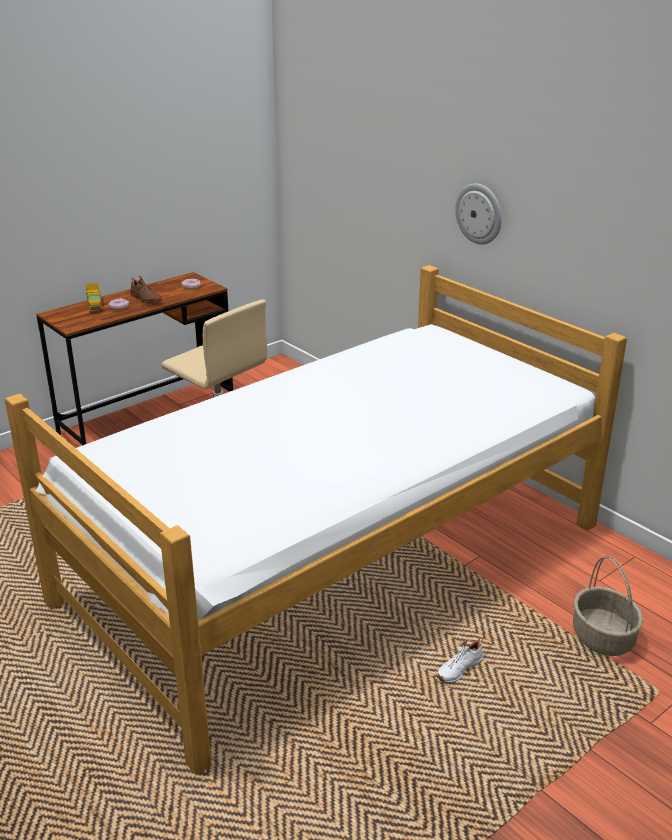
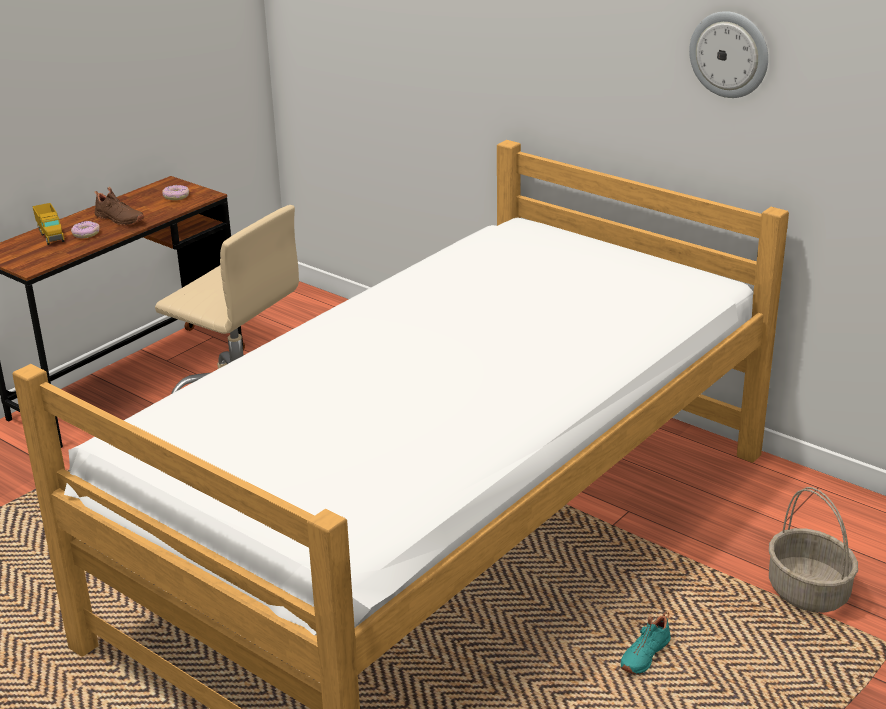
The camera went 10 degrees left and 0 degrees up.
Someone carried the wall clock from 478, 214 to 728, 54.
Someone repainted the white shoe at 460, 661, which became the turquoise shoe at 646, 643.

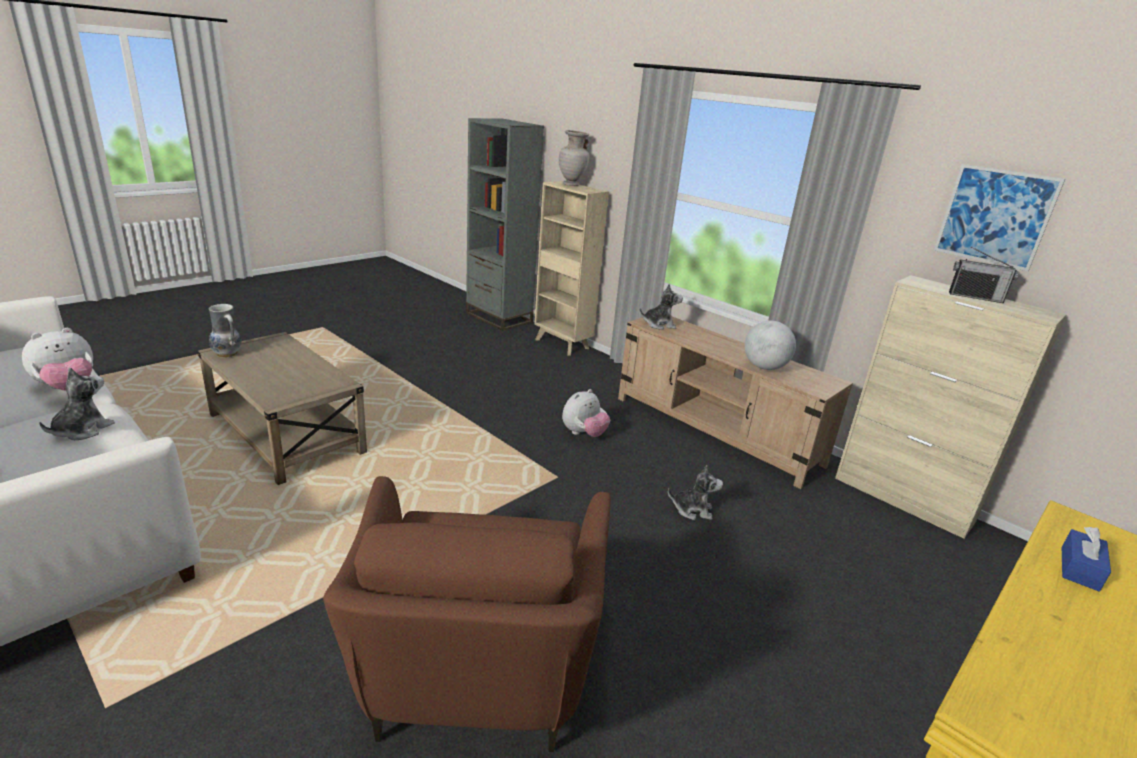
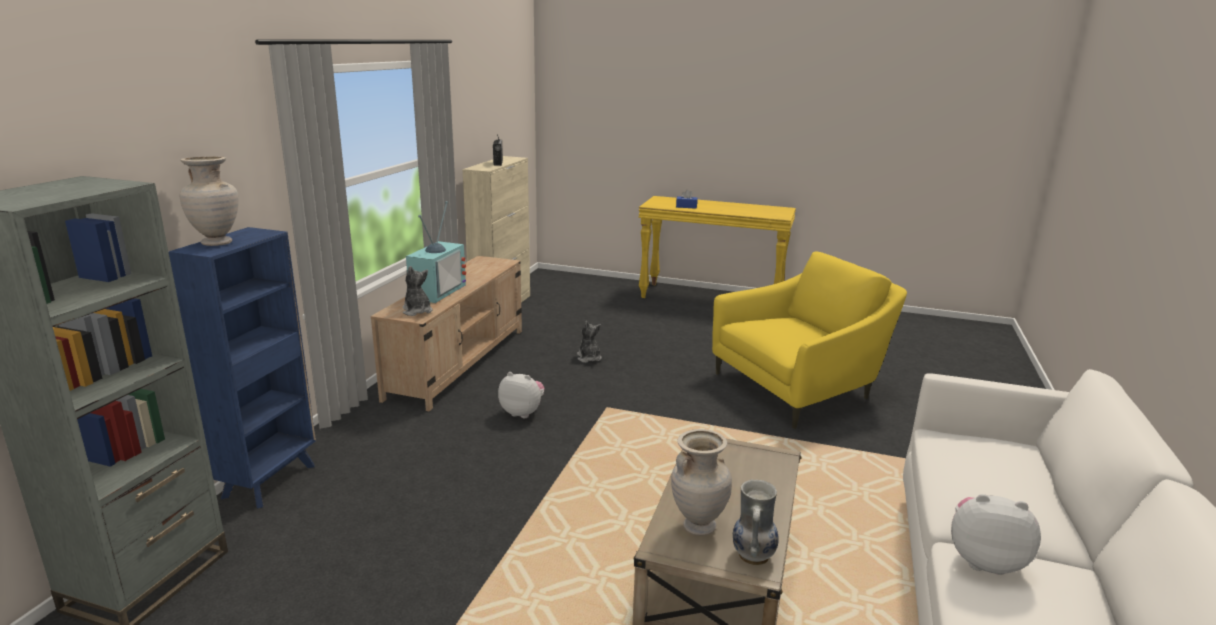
The camera went 115 degrees left and 5 degrees down.
Someone took away the plush toy at 77, 403.
Someone took away the globe at 770, 345.
Someone took away the picture at 999, 217.
Someone put down the television at 436, 252.
Someone put down the beige vase at 701, 482.
Someone repainted the brown armchair at 467, 614, which became the yellow armchair at 809, 340.
Someone repainted the beige bookcase at 572, 268, which became the blue bookcase at 242, 368.

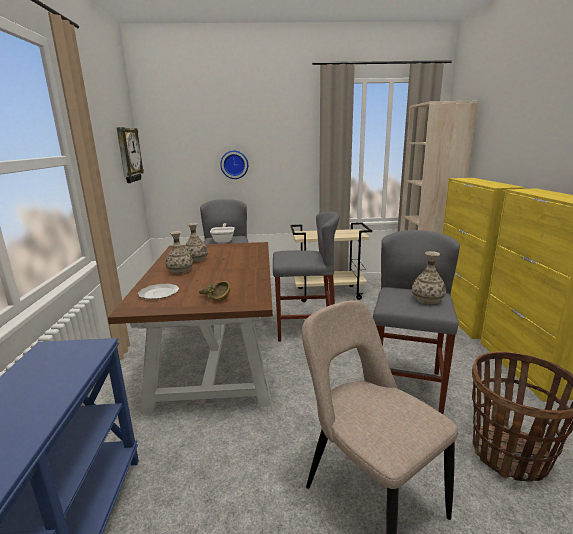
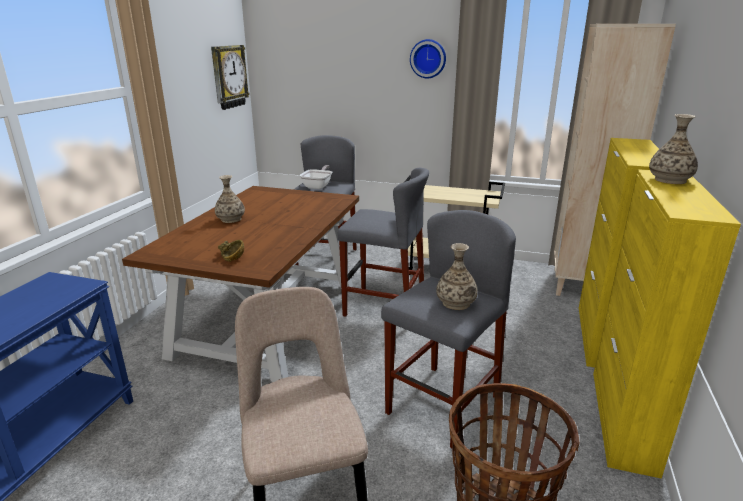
The camera went 20 degrees right and 5 degrees up.
Someone took away the plate at 158, 291.
Someone carried the vase from 196, 243 to 673, 149.
Someone carried the wall clock from 234, 165 to 428, 58.

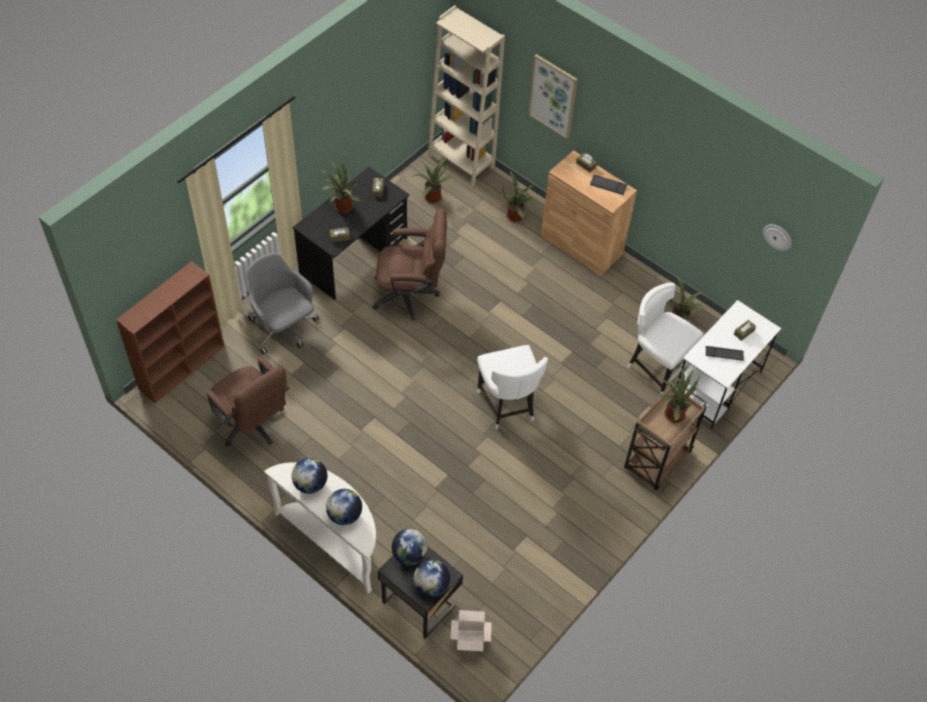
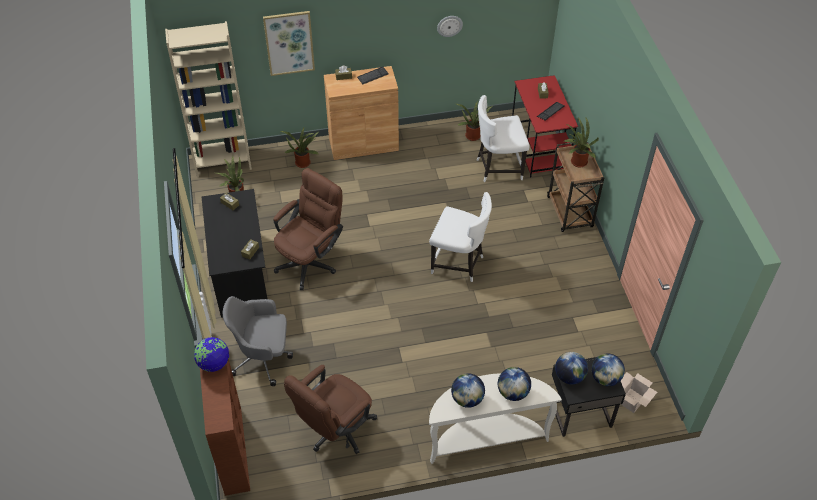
The camera went 50 degrees left and 5 degrees down.
Someone took away the potted plant at 340, 186.
Someone put down the globe at 211, 354.
Someone carried the wall clock from 777, 237 to 450, 26.
Someone repainted the white desk at 729, 364, which became the red desk at 545, 126.
Someone rotated the brown office chair at 247, 401 by 135 degrees clockwise.

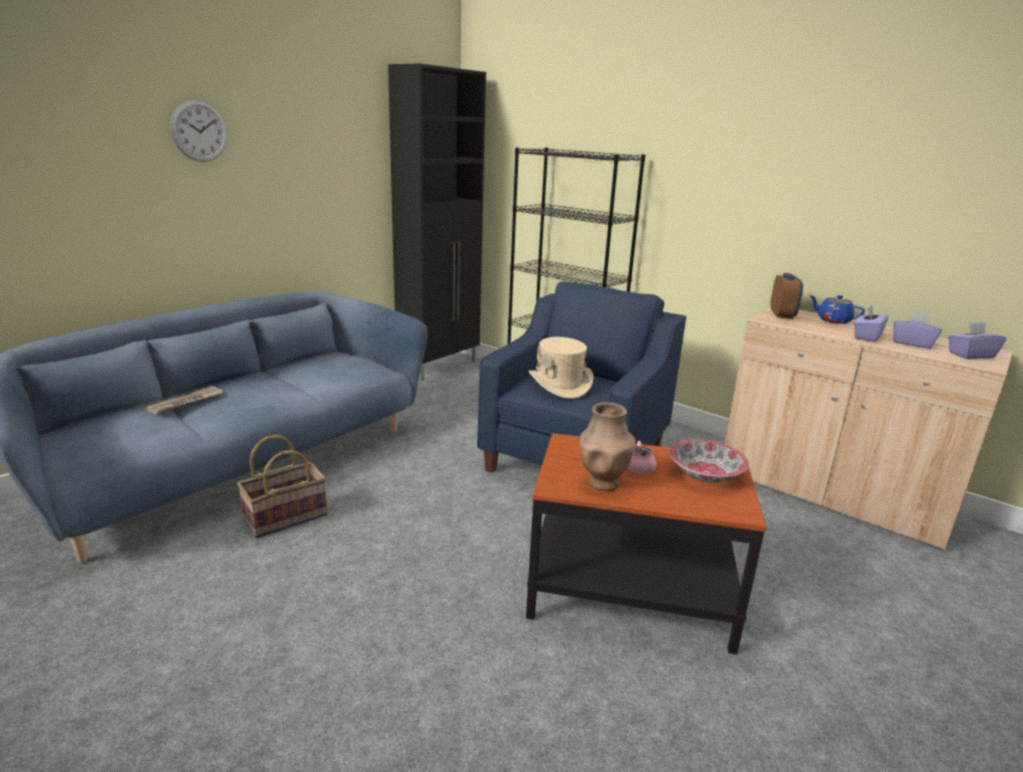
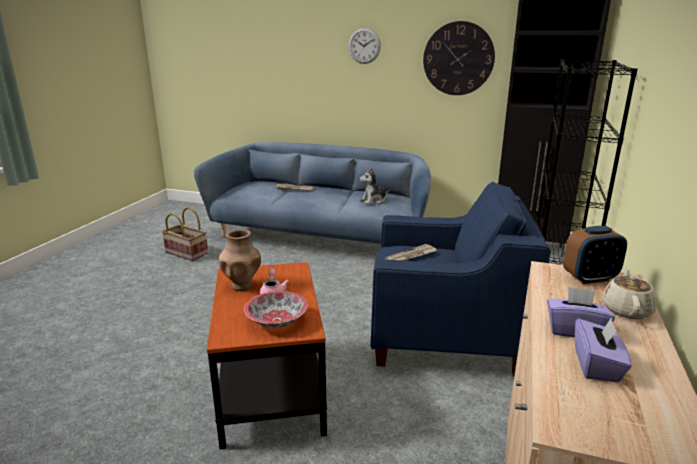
The camera went 70 degrees right and 0 degrees up.
Someone took away the purple tissue box at 977, 340.
Someone put down the plush toy at 374, 186.
Someone put up the wall clock at 459, 58.
Someone carried the basket from 282, 486 to 185, 234.
Someone swapped the beige hat at 561, 368 for the newspaper at 411, 252.
Someone repainted the blue teapot at 837, 309, which became the beige teapot at 629, 293.

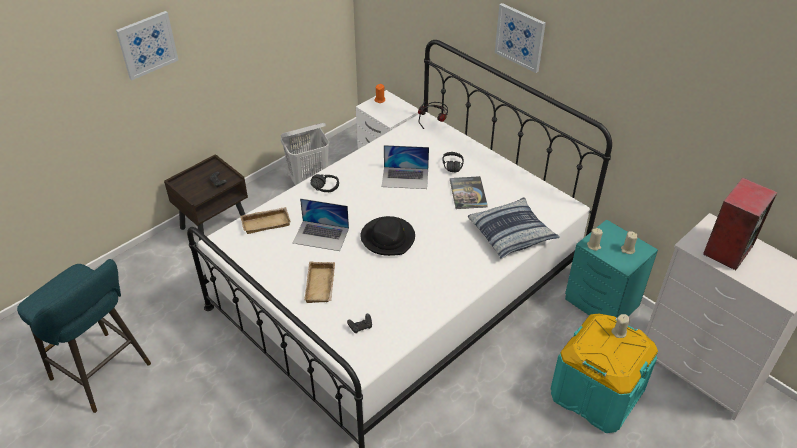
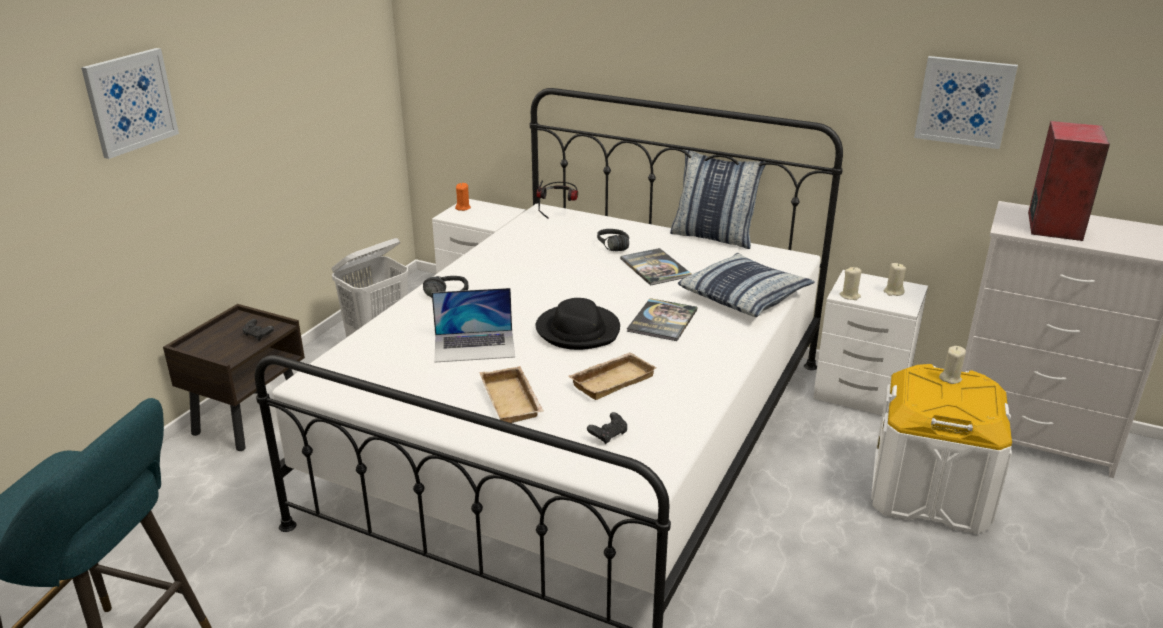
The camera went 20 degrees left and 15 degrees down.
Someone took away the laptop at 405, 167.
Someone put down the book at 662, 319.
Someone put down the pillow at 718, 199.
Someone carried the beige tray from 265, 220 to 612, 376.
Someone carried the picture from 520, 38 to 966, 102.
Someone repainted the turquoise storage box at 604, 373, which became the white storage box at 941, 449.
Someone repainted the turquoise nightstand at 611, 268, which became the white nightstand at 870, 342.

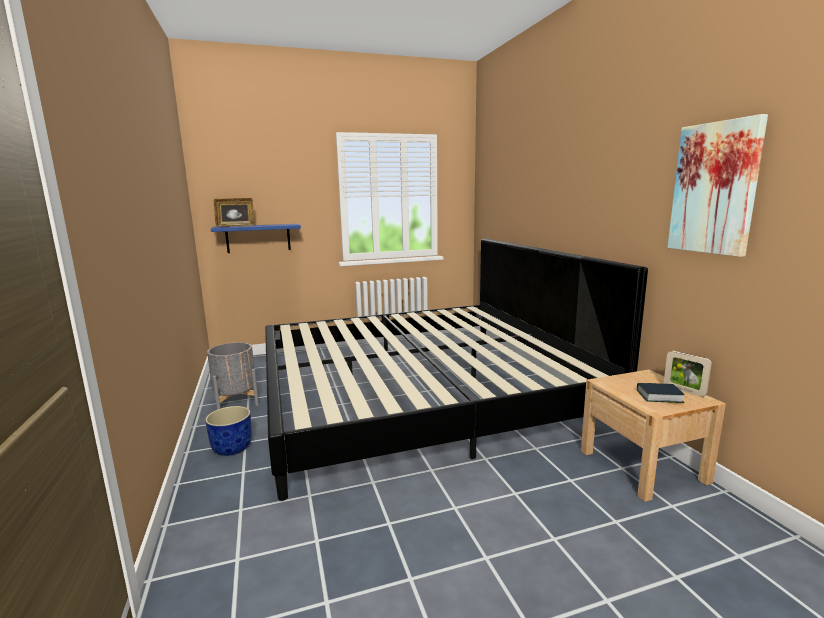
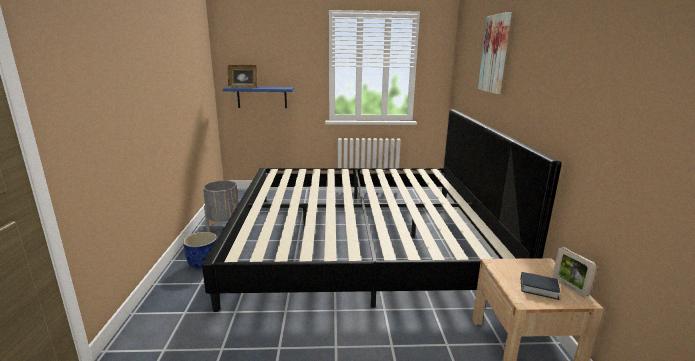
The camera went 15 degrees right and 5 degrees up.
Someone carried the picture from 717, 185 to 495, 53.

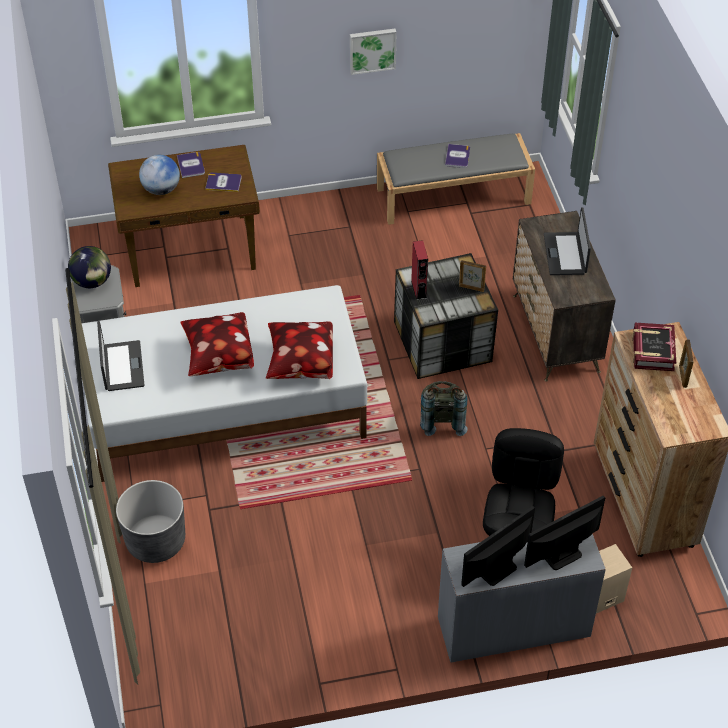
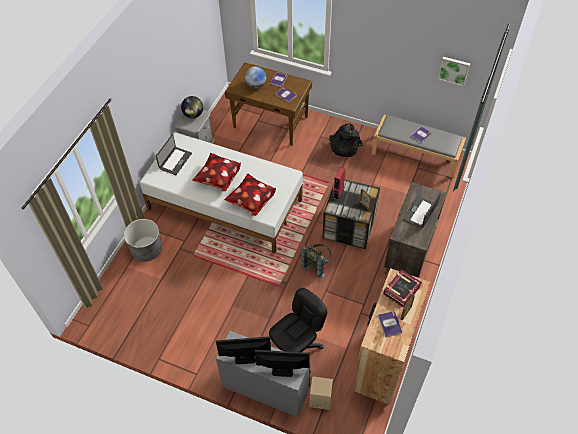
The camera went 35 degrees right and 5 degrees up.
Someone put down the black backpack at 345, 140.
Someone put down the book at 390, 324.
Someone carried the picture from 373, 52 to 454, 71.

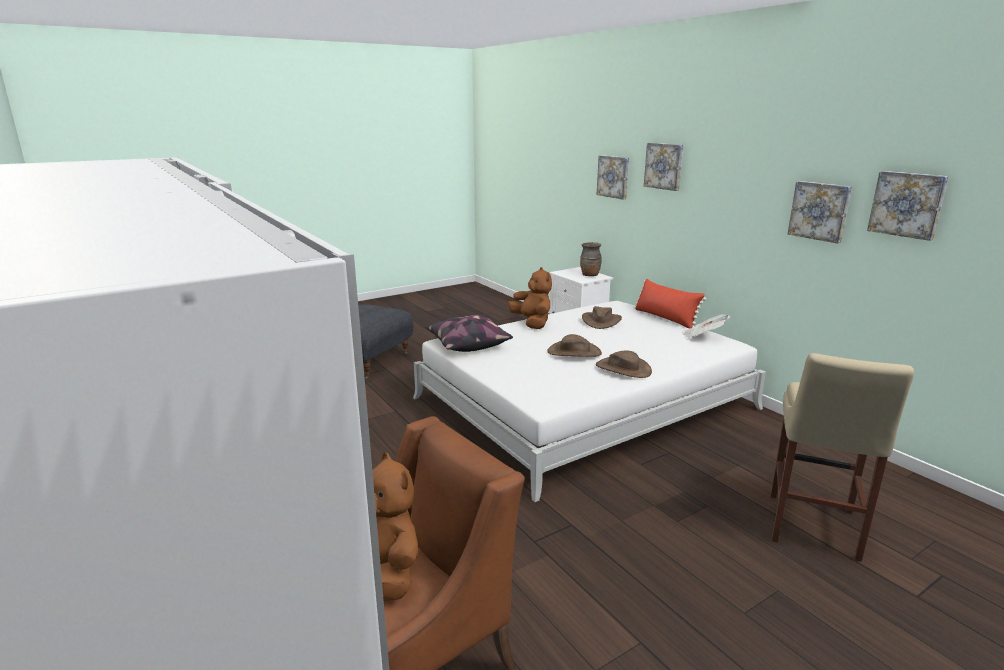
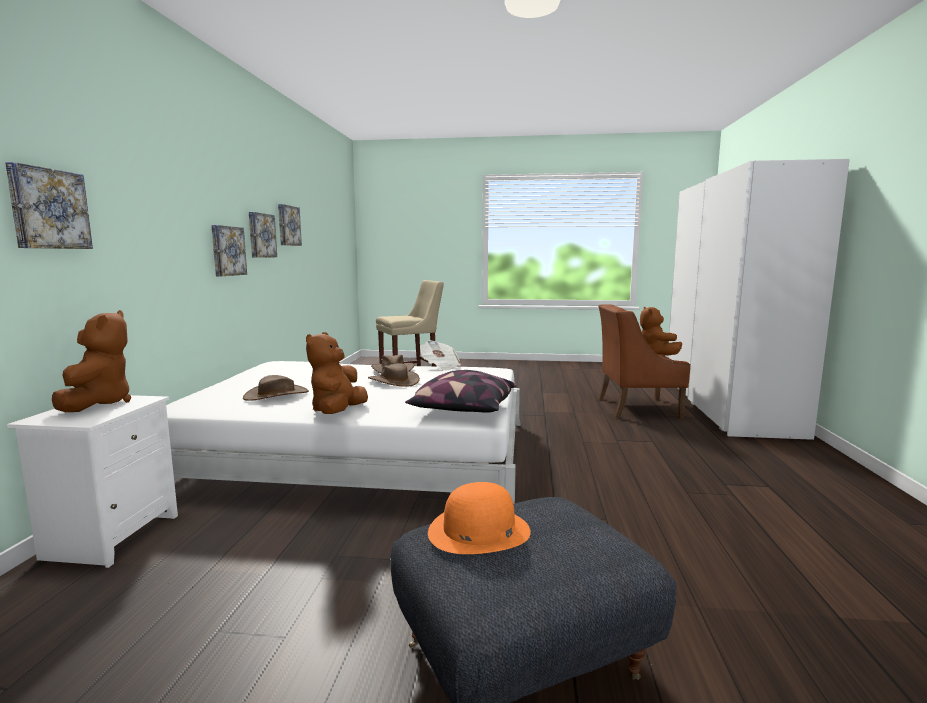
The camera went 140 degrees left and 10 degrees down.
Someone took away the red pillow at 670, 303.
Someone put down the orange hat at 479, 518.
Someone carried the picture from 663, 167 to 229, 250.
Someone carried the newspaper from 706, 326 to 440, 355.
Someone swapped the brown vase at 591, 259 for the brown plush toy at 91, 361.

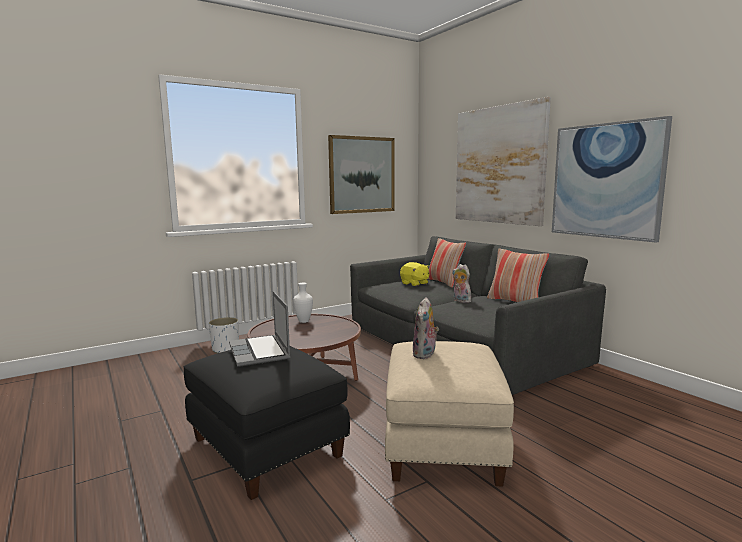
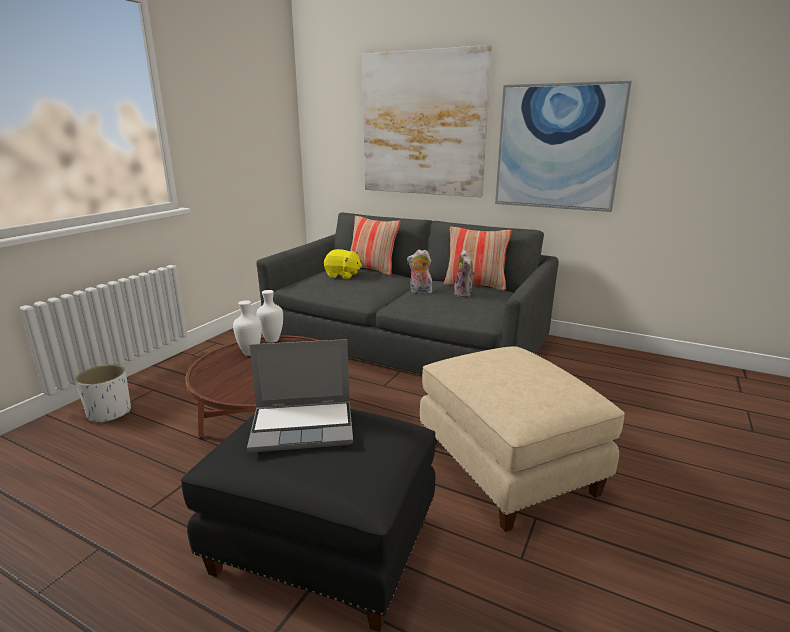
The camera went 30 degrees left and 10 degrees up.
Someone took away the picture at 361, 174.
Someone put down the white vase at 269, 316.
Someone carried the plush toy from 425, 328 to 464, 273.
Someone rotated the laptop at 259, 329 by 45 degrees counterclockwise.

